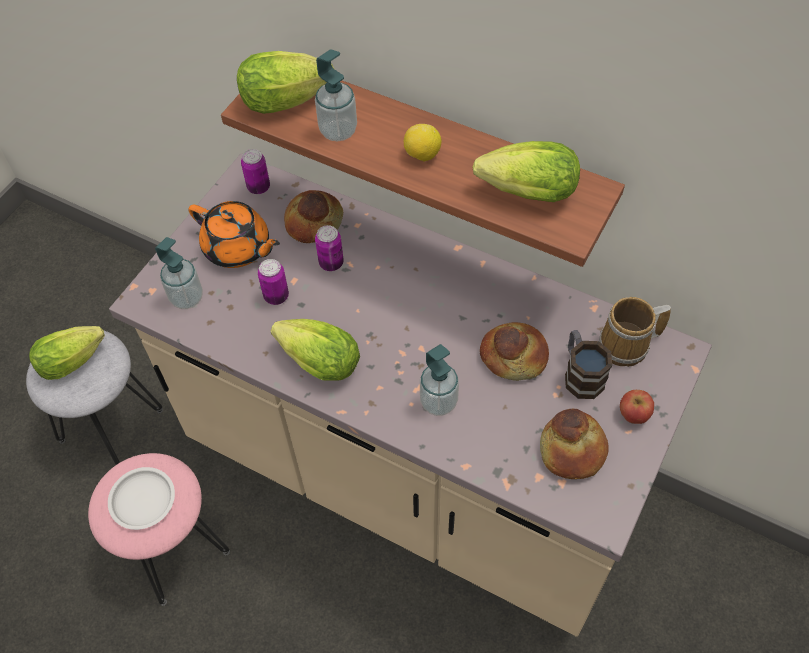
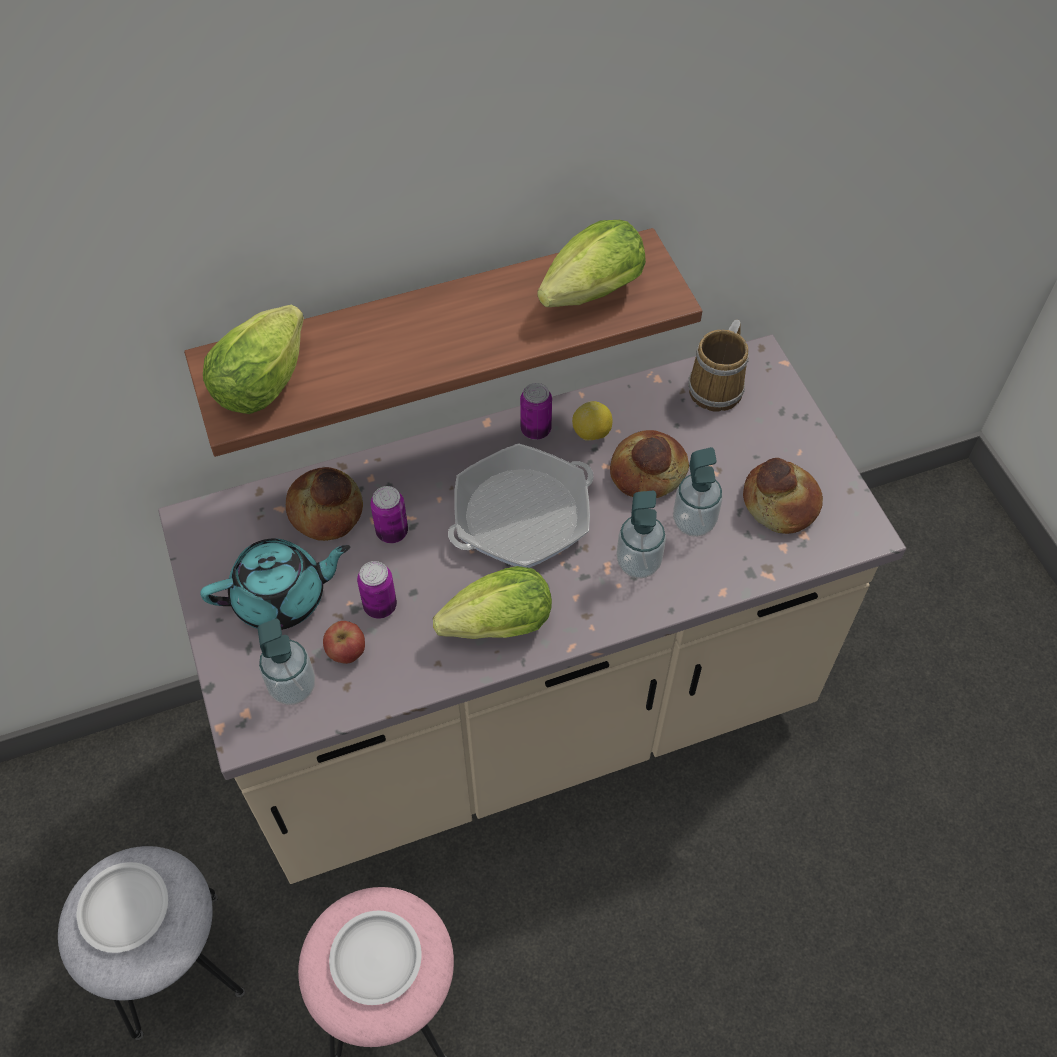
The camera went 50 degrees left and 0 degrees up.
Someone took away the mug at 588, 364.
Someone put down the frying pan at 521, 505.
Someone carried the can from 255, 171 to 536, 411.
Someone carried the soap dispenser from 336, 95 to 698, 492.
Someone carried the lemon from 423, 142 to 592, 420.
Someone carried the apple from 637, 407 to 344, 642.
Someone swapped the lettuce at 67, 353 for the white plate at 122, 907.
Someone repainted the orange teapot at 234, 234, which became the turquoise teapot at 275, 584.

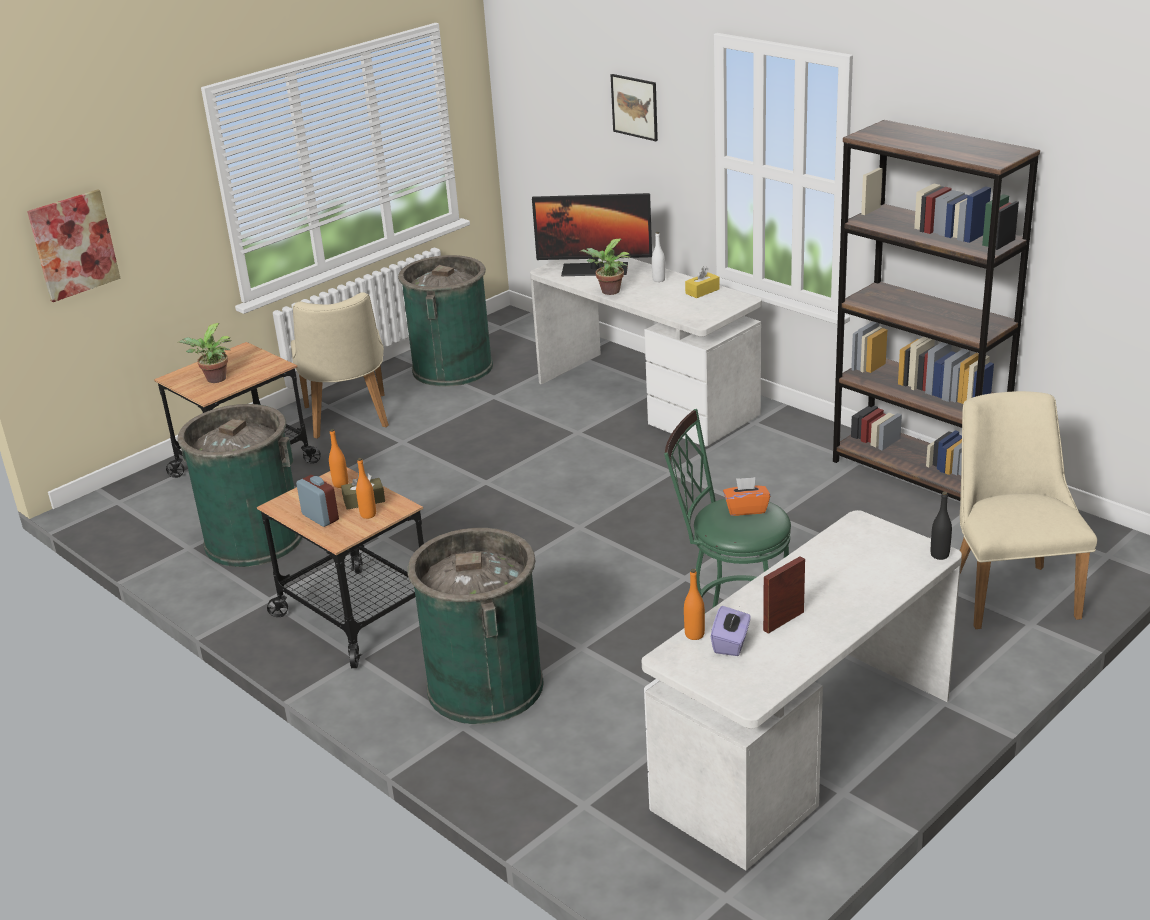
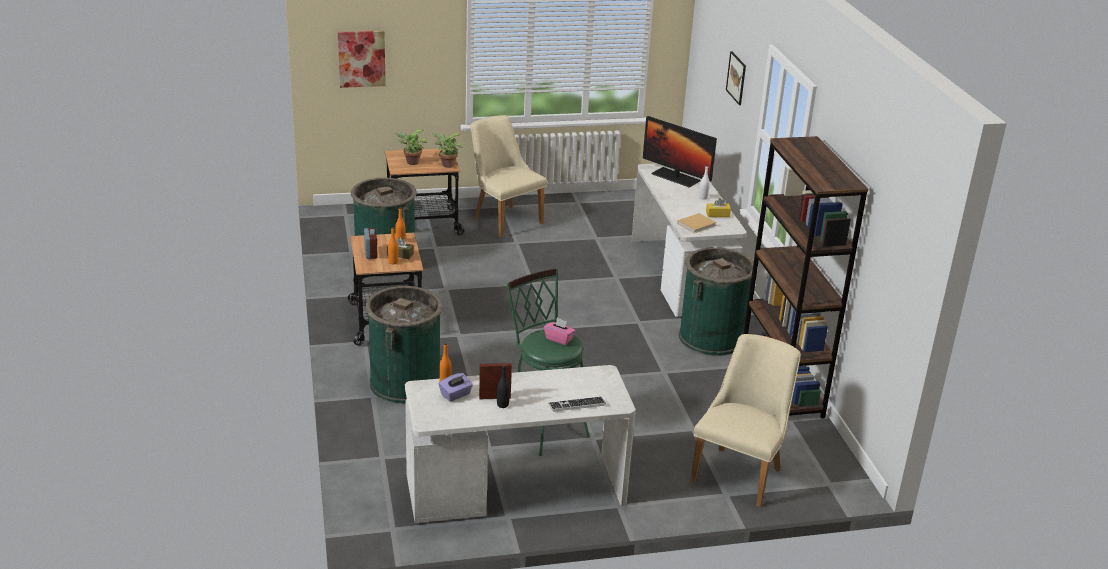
The camera went 30 degrees right and 0 degrees up.
Someone put down the keyboard at 577, 404.
Someone put down the beige book at 697, 223.
Someone carried the green trash can from 445, 321 to 716, 301.
Someone carried the potted plant from 605, 267 to 447, 150.
Someone carried the black bottle from 941, 525 to 503, 386.
Someone repainted the orange tissue box at 746, 496, which became the pink tissue box at 560, 331.
Someone rotated the beige chair at 340, 365 by 120 degrees clockwise.

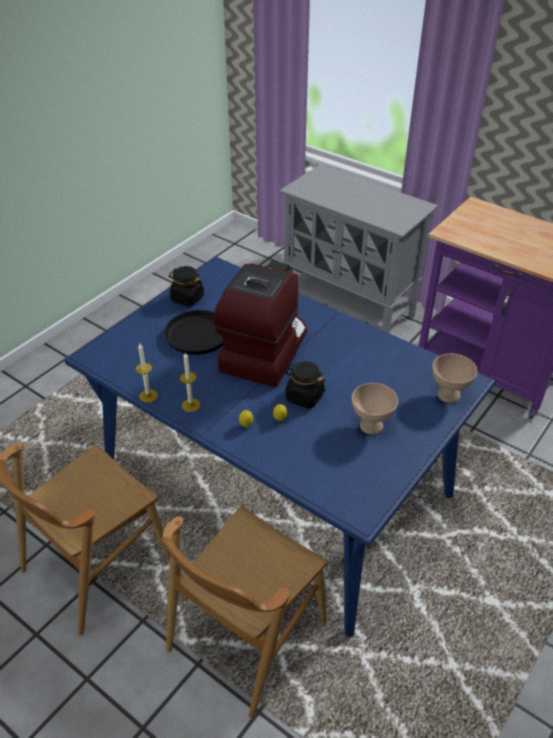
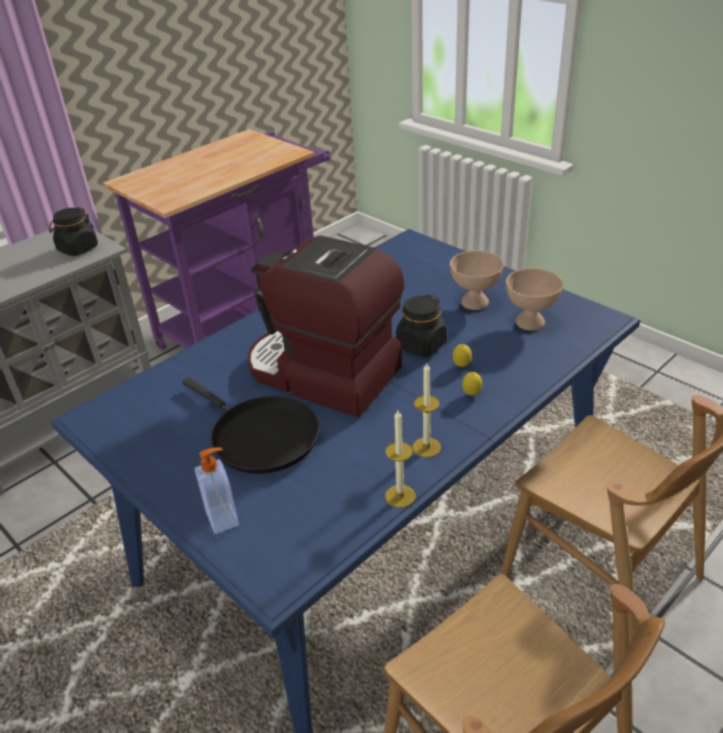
The camera went 80 degrees left and 5 degrees down.
Someone put down the soap dispenser at 217, 490.
Someone carried the black jar from 186, 286 to 73, 231.
Someone carried the beige bowl from 454, 378 to 534, 299.

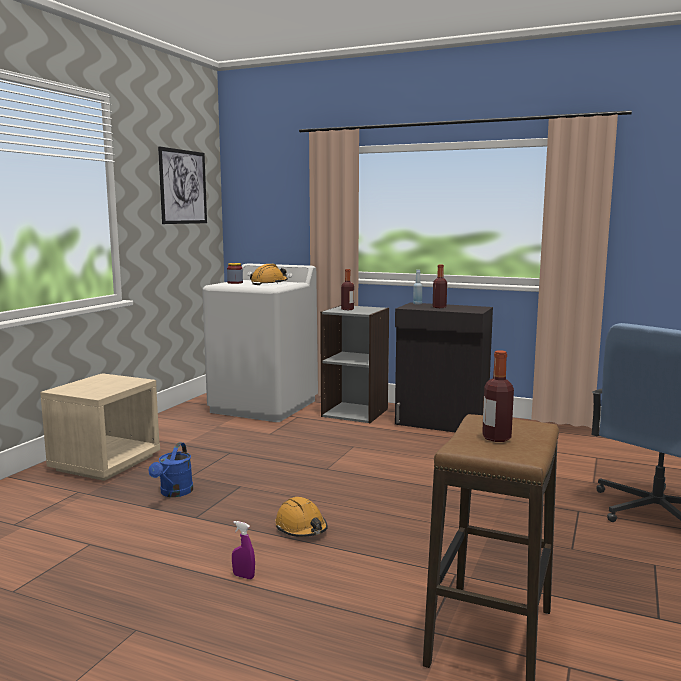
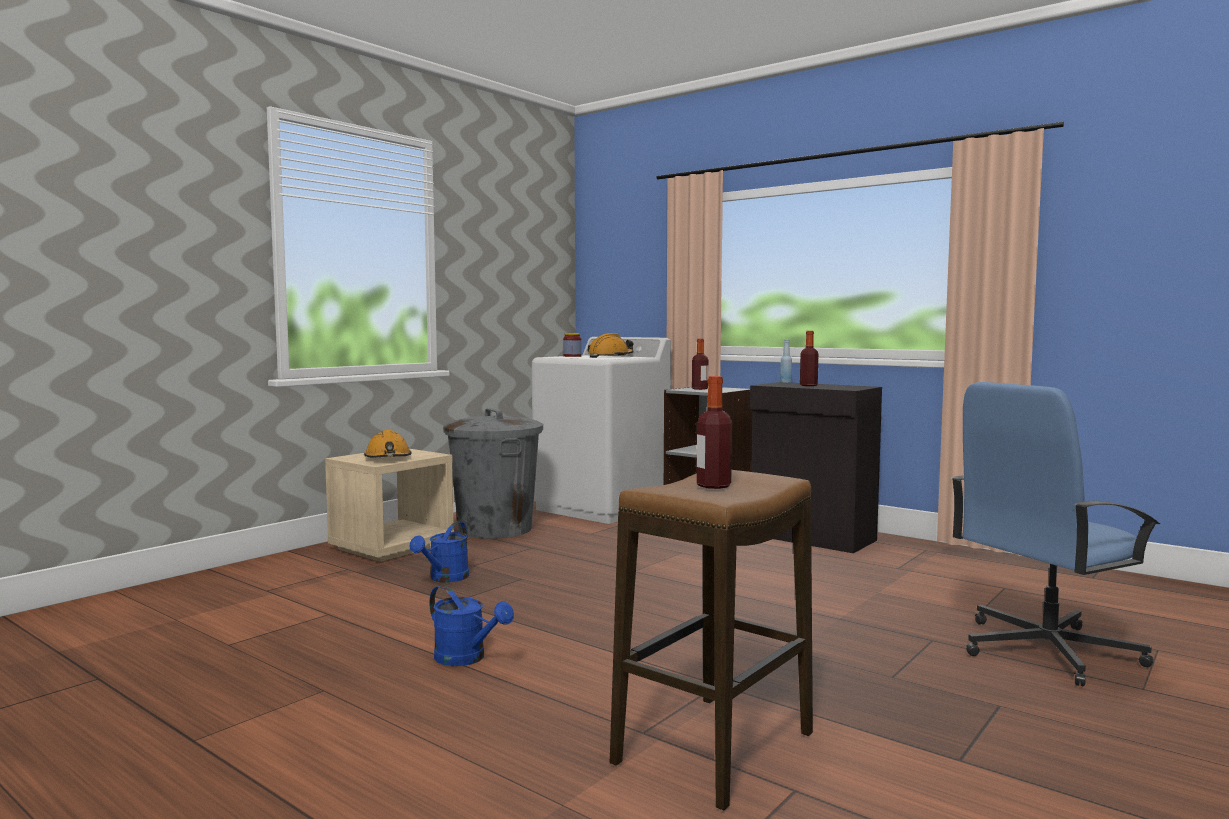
The camera went 15 degrees right and 5 degrees down.
Someone took away the picture at 182, 185.
Someone put down the grey trash can at 493, 473.
Someone carried the orange hard hat from 301, 517 to 388, 444.
Someone swapped the purple spray bottle at 243, 550 for the blue watering can at 471, 625.

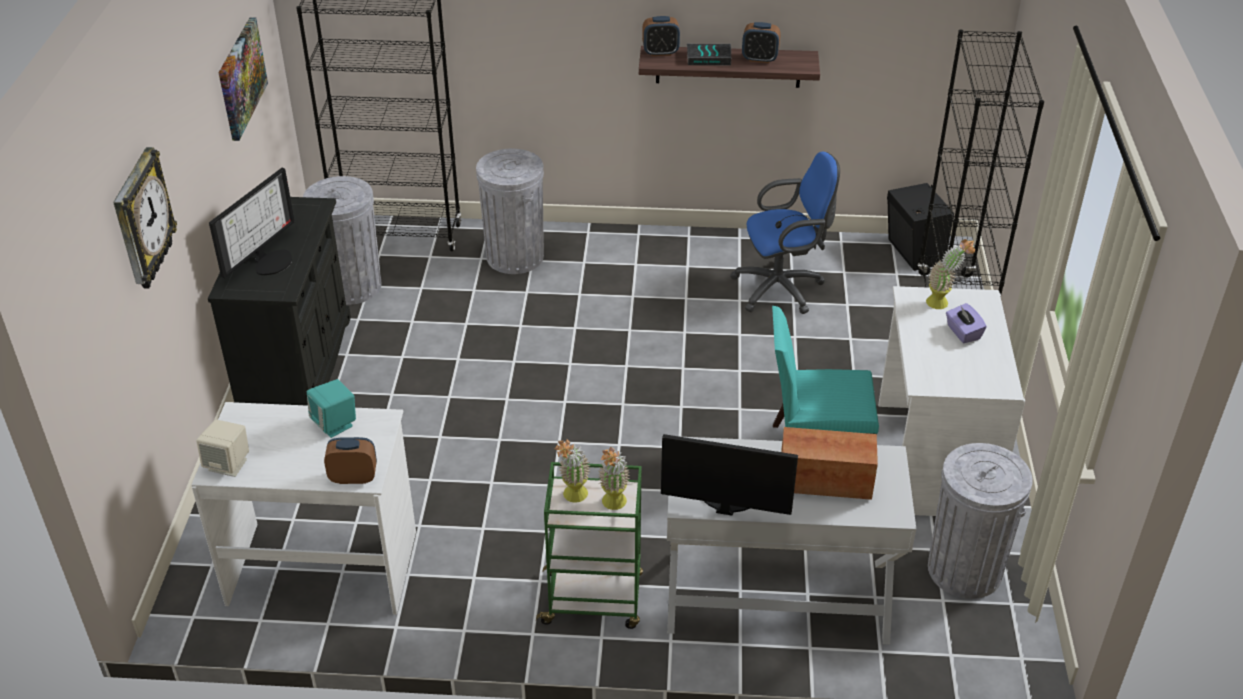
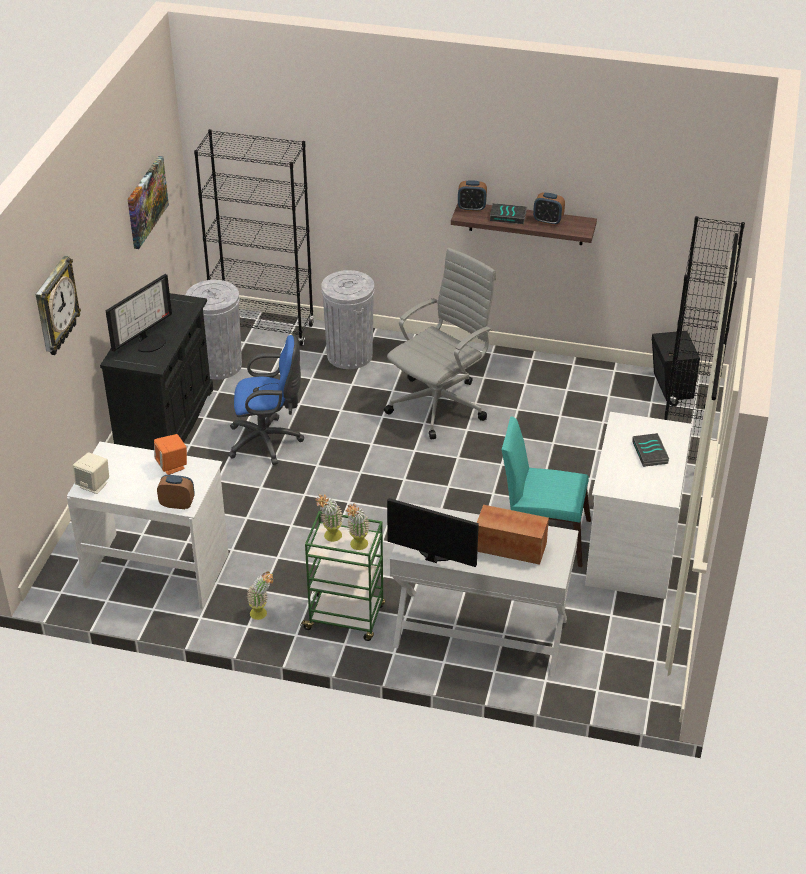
The camera went 10 degrees right and 0 degrees up.
Someone took away the grey trash can at 980, 521.
Someone put down the grey office chair at 440, 343.
Someone carried the blue office chair from 785, 233 to 266, 400.
Someone carried the potted plant from 950, 274 to 260, 596.
Someone swapped the purple tissue box at 966, 323 for the book at 650, 450.
Someone repainted the turquoise speaker at 331, 408, which became the orange speaker at 170, 454.

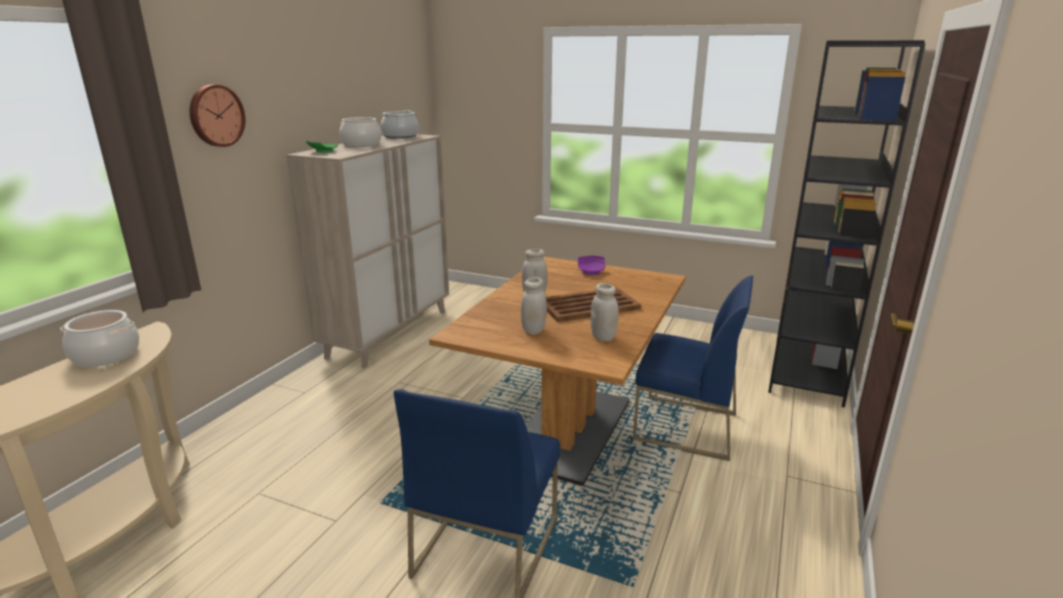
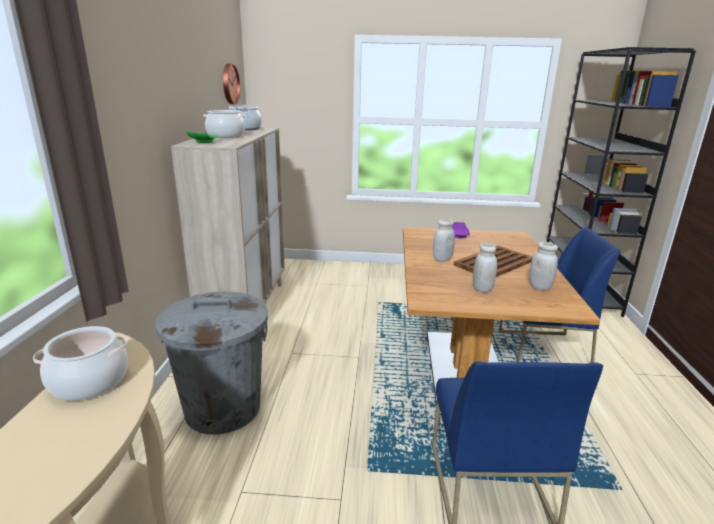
The camera went 20 degrees left and 0 degrees up.
Someone put down the grey trash can at 211, 363.
Someone carried the wall clock from 217, 116 to 231, 83.

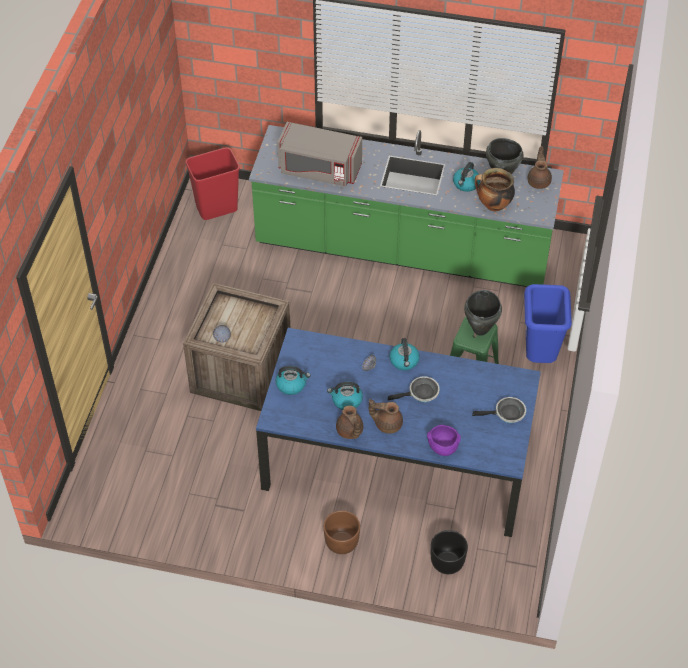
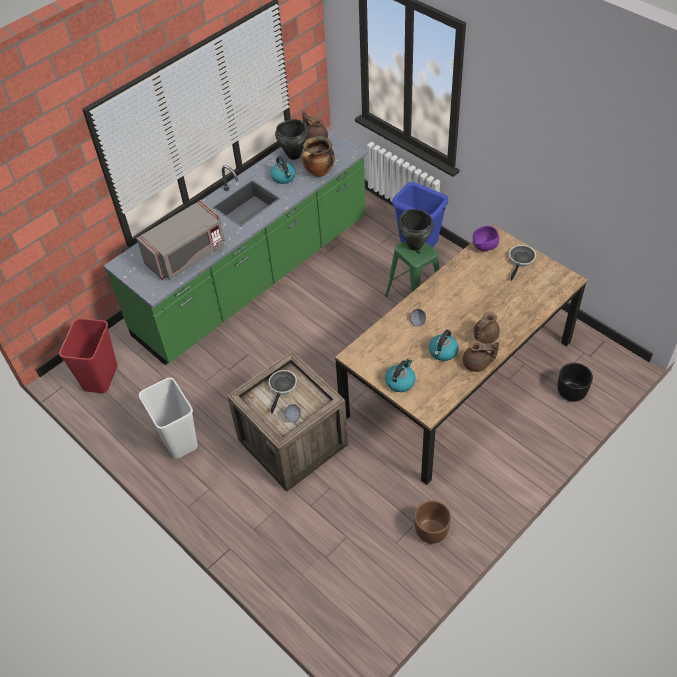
The camera went 55 degrees left and 0 degrees up.
Someone took away the kettle at 404, 354.
Someone put down the white trash can at 168, 418.
Someone carried the brown planter from 342, 532 to 433, 522.
Someone carried the frying pan from 414, 389 to 283, 391.
Someone carried the purple bowl from 444, 440 to 486, 238.
Someone repainted the blue dining table at 398, 432, which became the brown dining table at 461, 355.

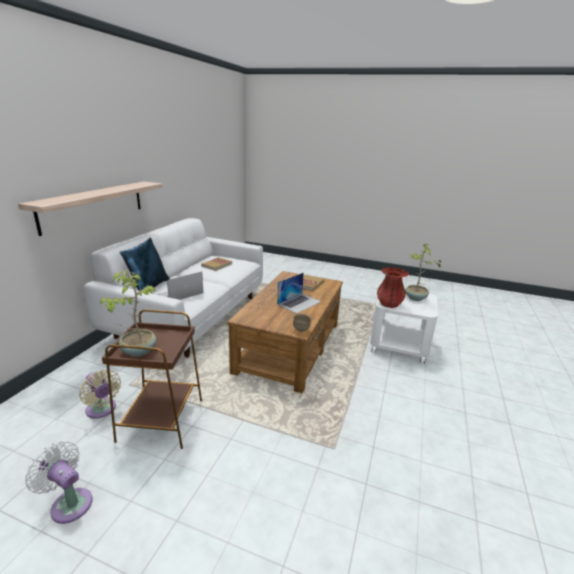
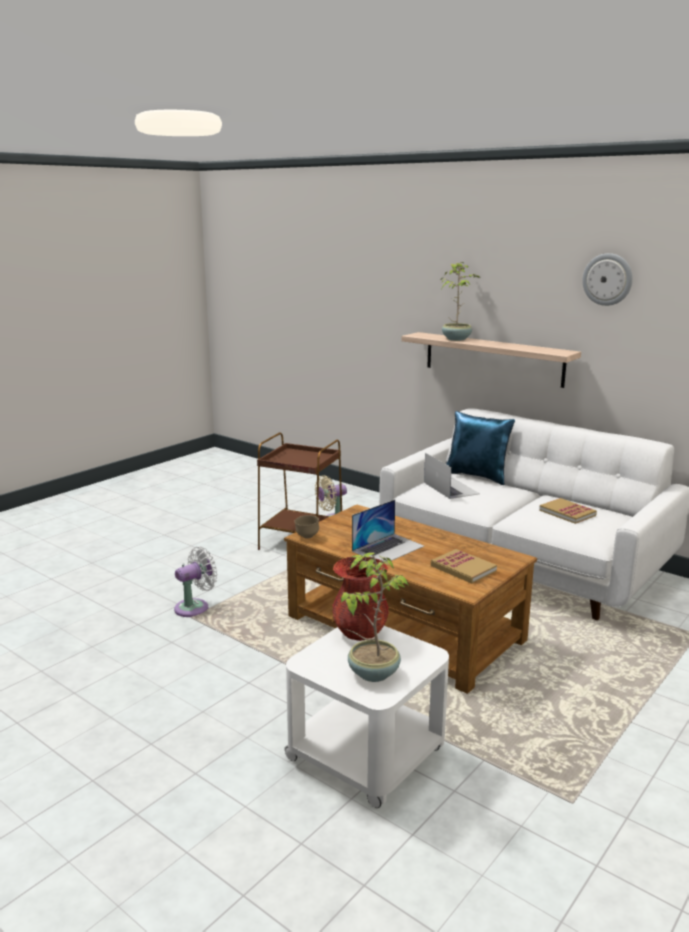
The camera went 110 degrees right and 5 degrees down.
Someone put up the wall clock at 607, 279.
Someone carried the white fan from 59, 482 to 195, 581.
Someone carried the potted plant from 128, 313 to 460, 301.
Someone rotated the laptop at 299, 293 by 105 degrees counterclockwise.

